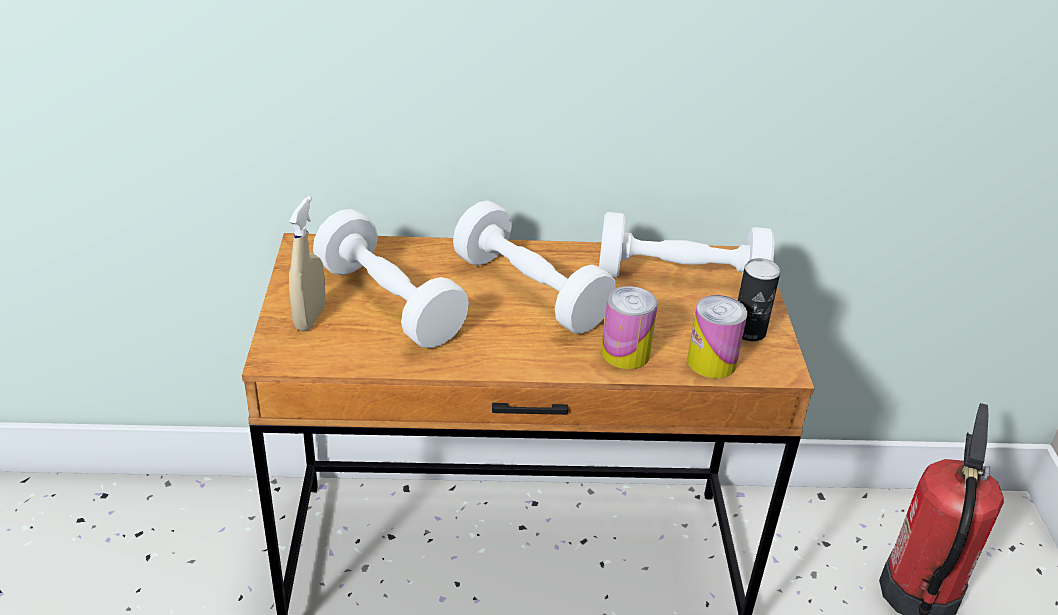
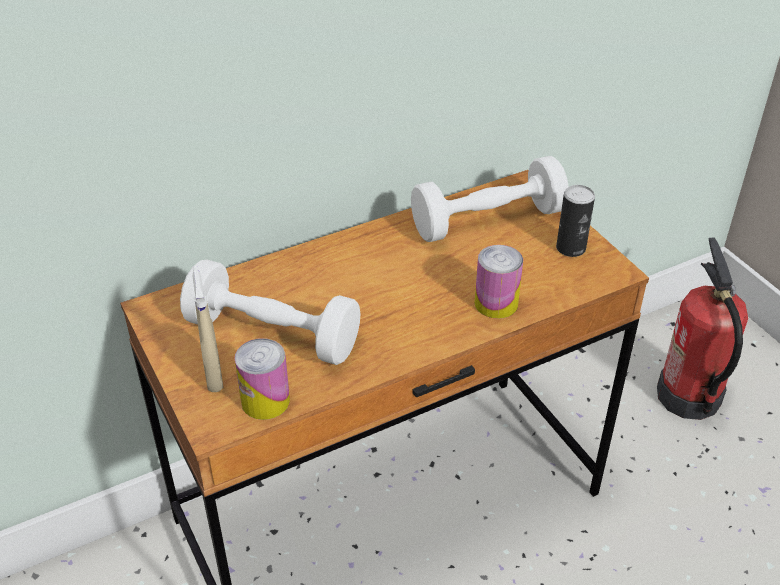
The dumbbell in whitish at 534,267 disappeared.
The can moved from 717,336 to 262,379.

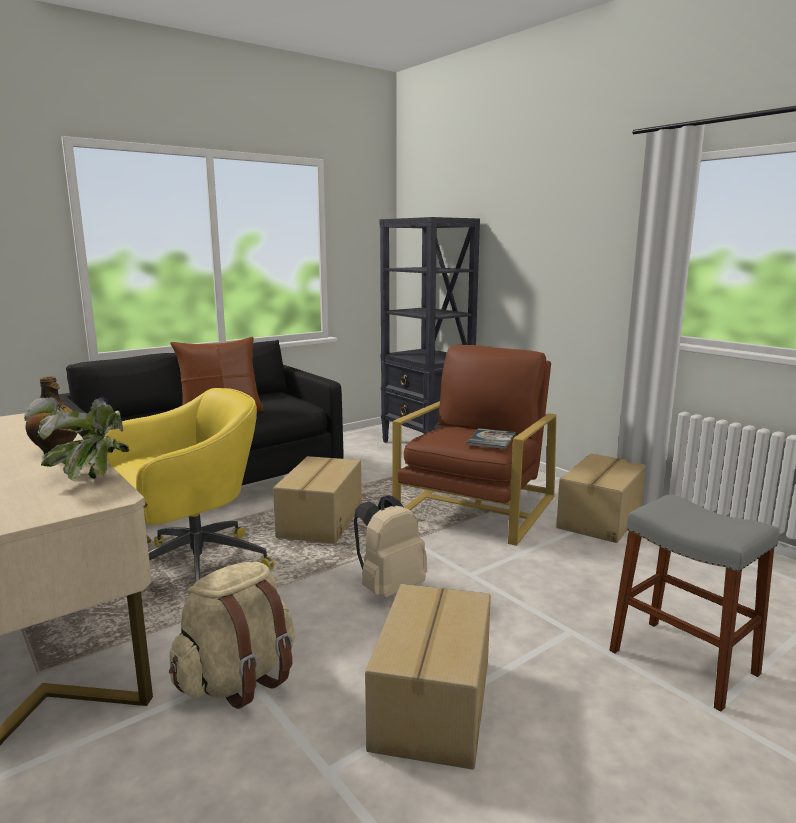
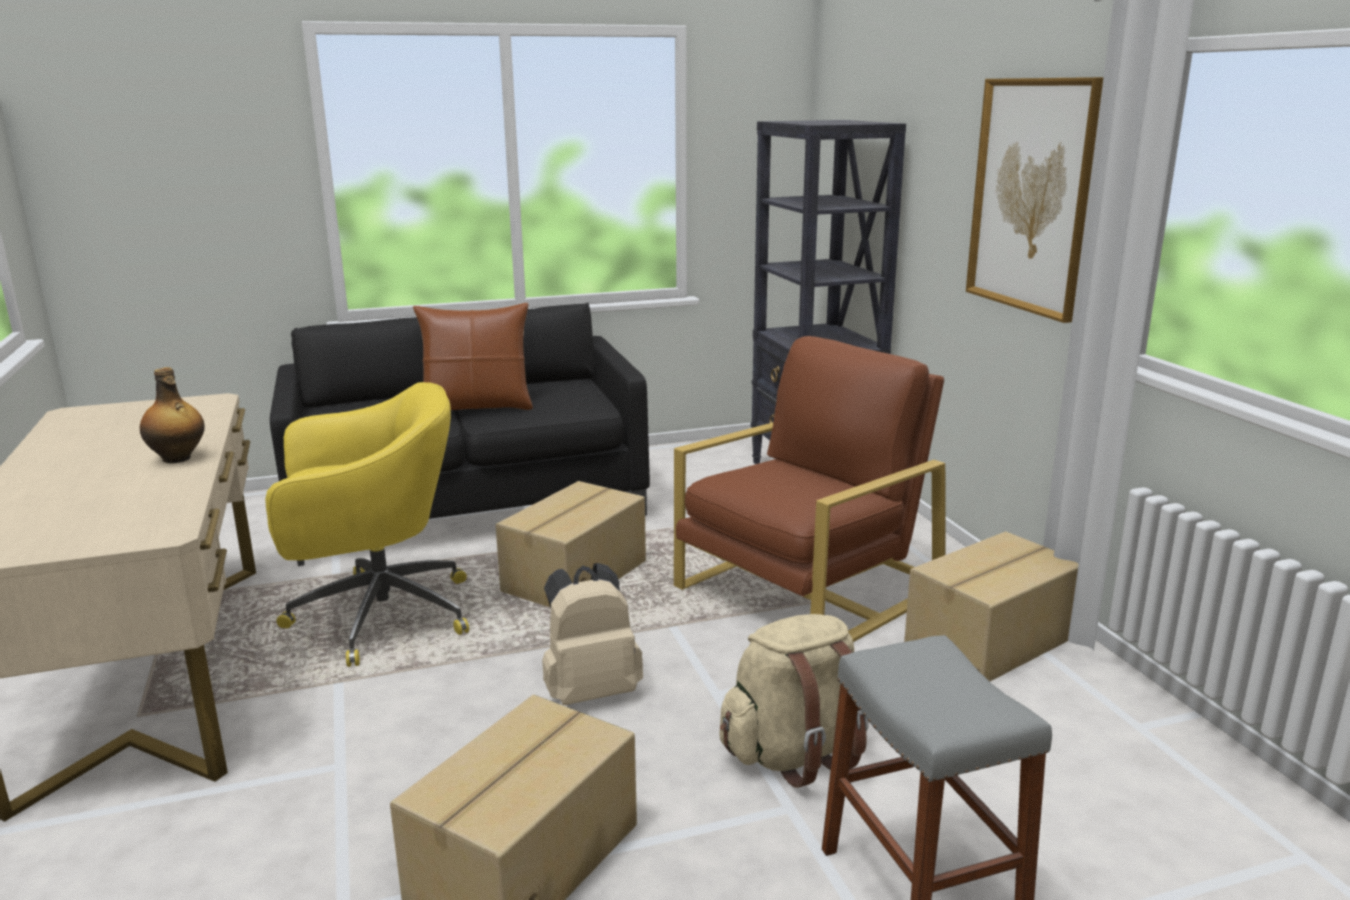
The potted plant at 76,439 disappeared.
The book at 491,438 disappeared.
The knapsack in beige moved from 232,635 to 794,701.
The wall art at 1035,200 appeared.

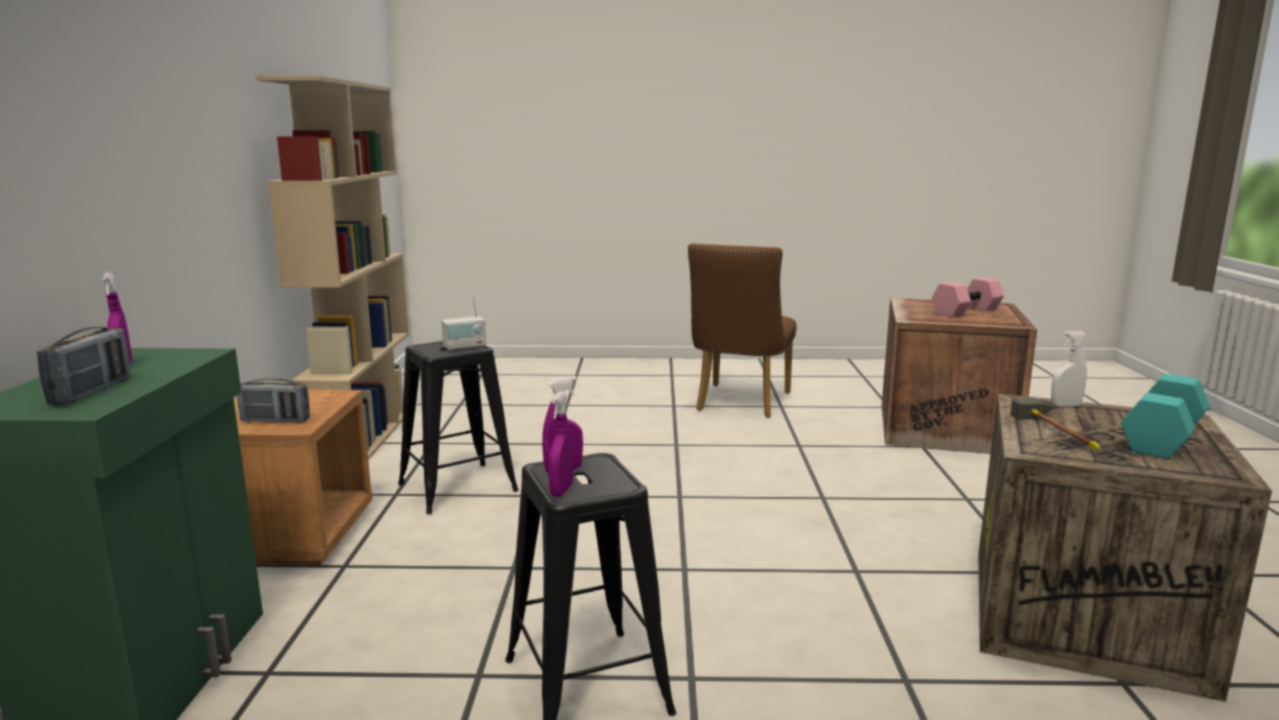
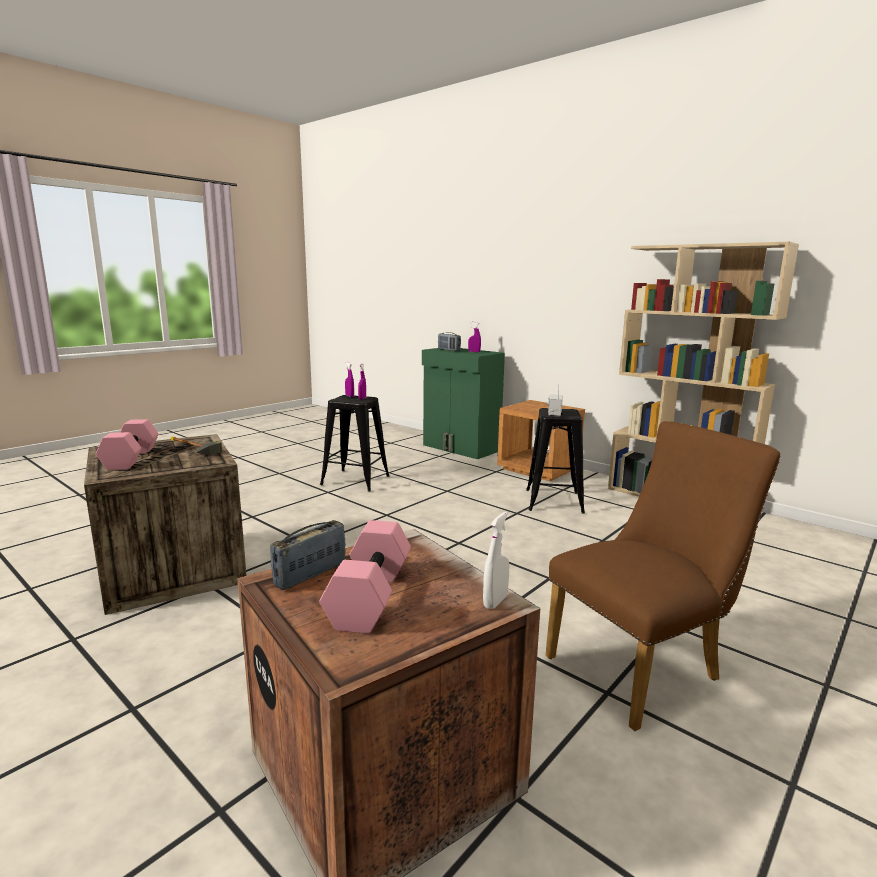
The plain chair in brown-coloured at 742,331 turned 90 degrees clockwise.
The sprayer in whitish moved from 1069,369 to 496,560.
The dumbbell in turquoise at 1165,416 became the dumbbell in pink-coloured at 127,444.
The radio set moved from 273,401 to 308,555.

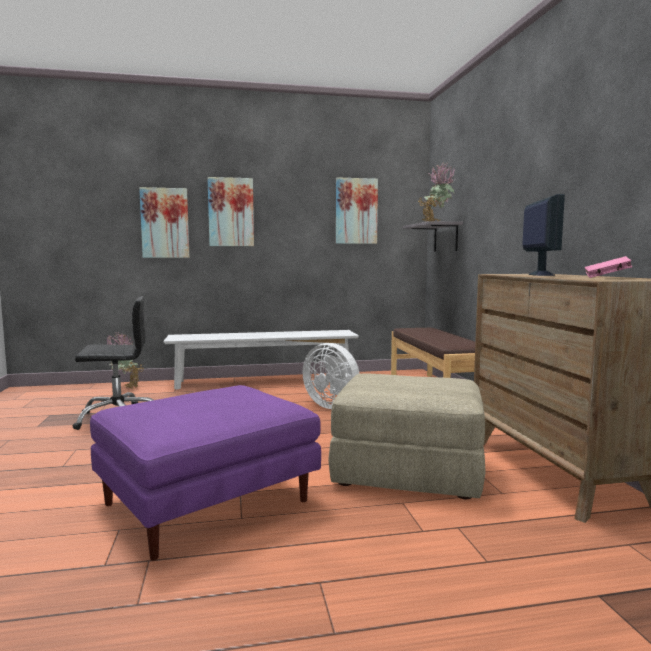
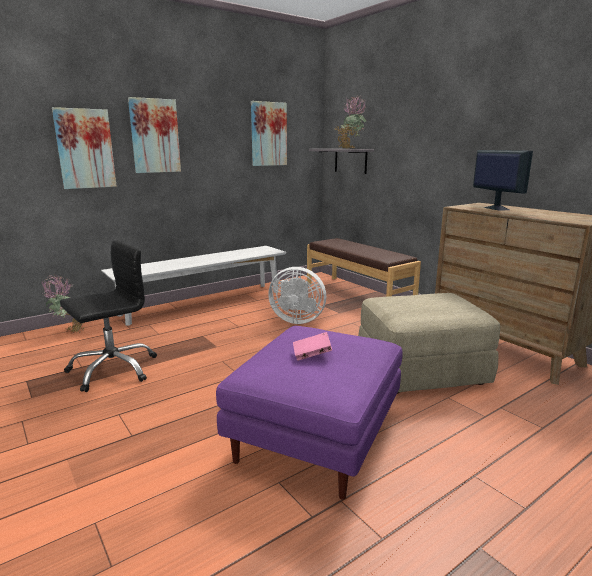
The book in pink-coloured moved from 609,267 to 312,346.

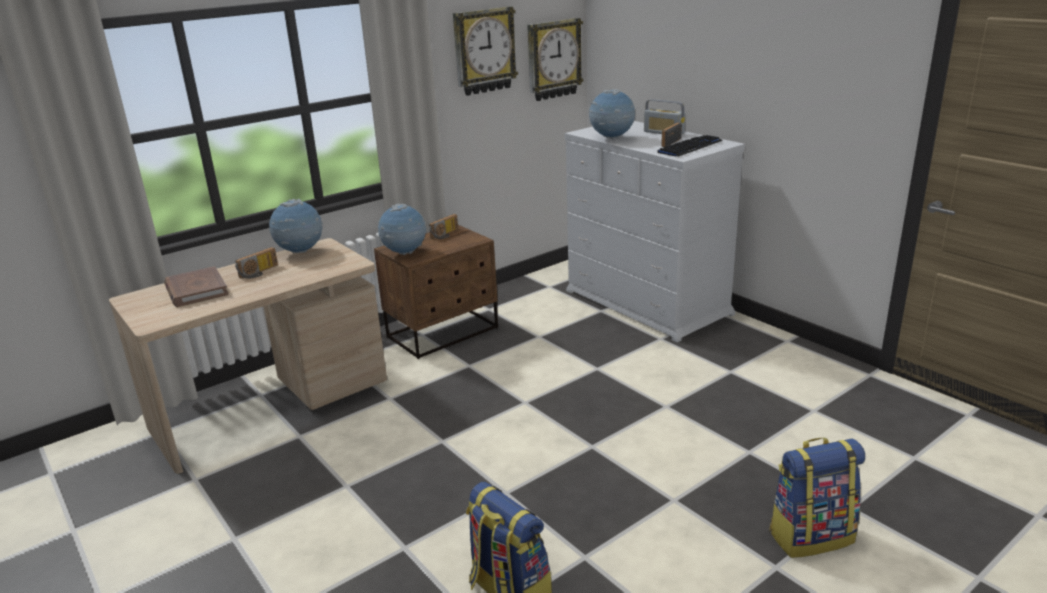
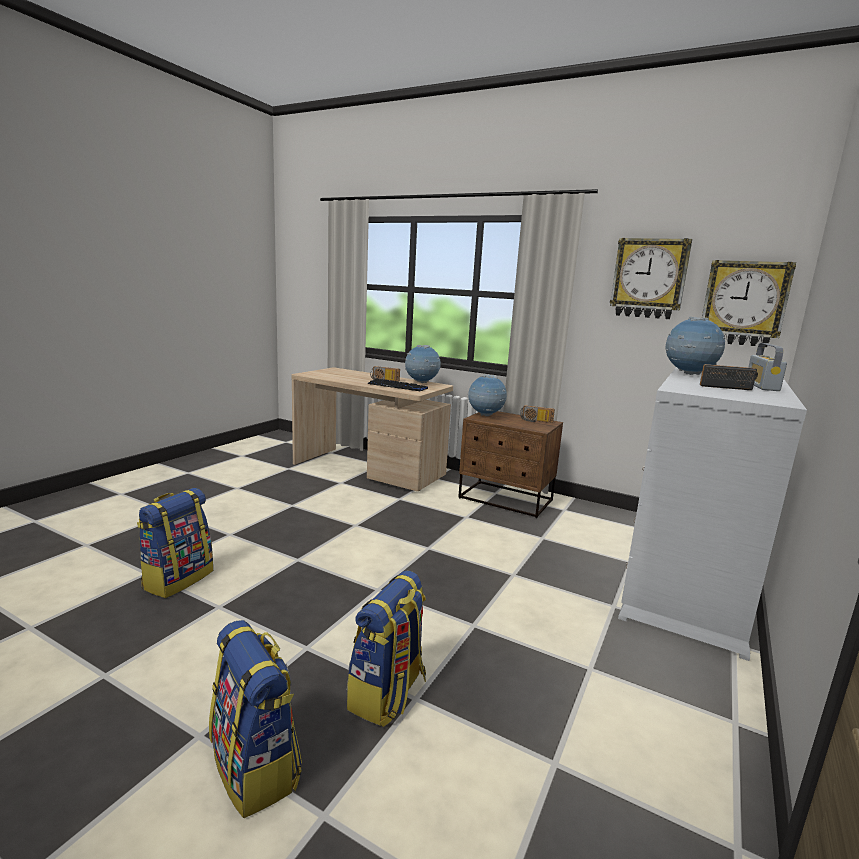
The keyboard moved from 690,146 to 397,385.
The book in brown-coloured at 196,286 disappeared.
The knapsack at 386,648 appeared.

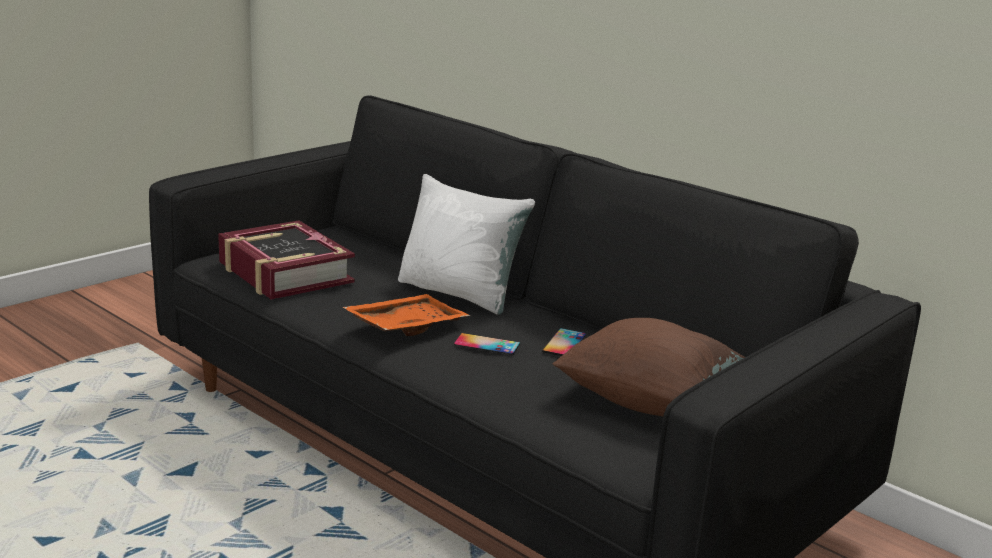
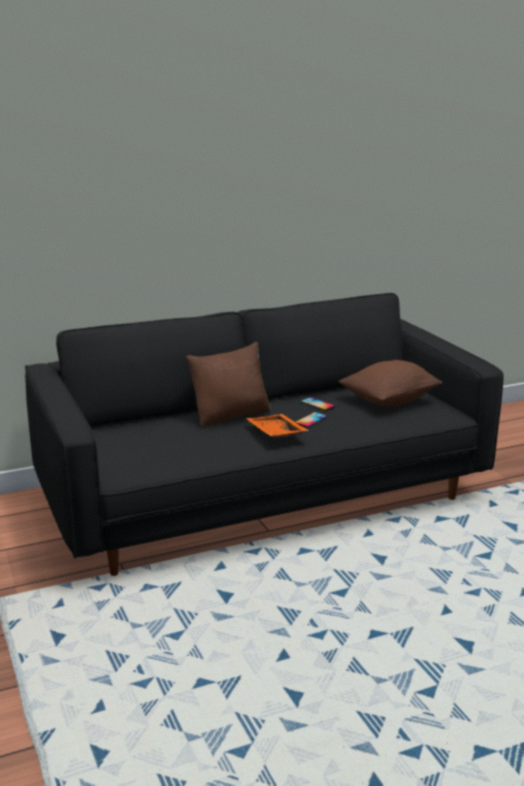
The pillow in whitish at 466,244 became the pillow in brown-coloured at 228,384.
The book at 286,259 disappeared.

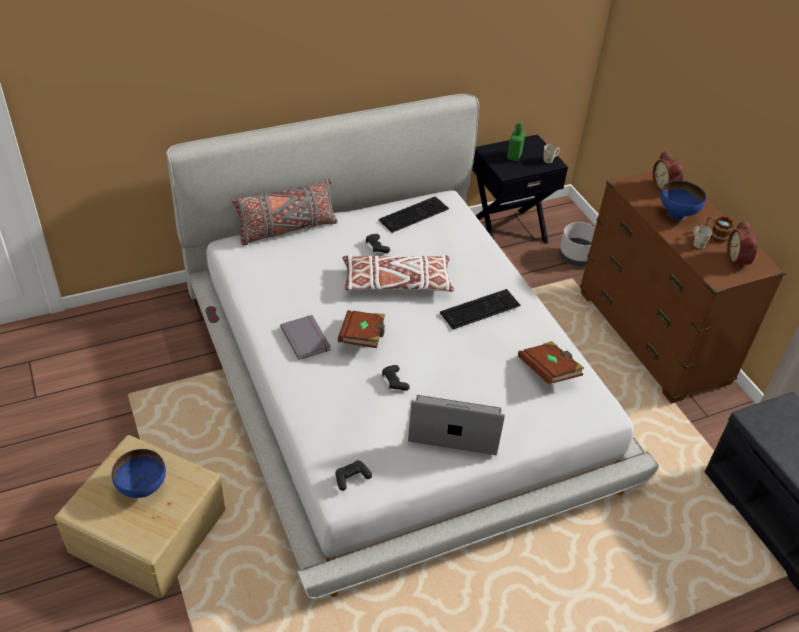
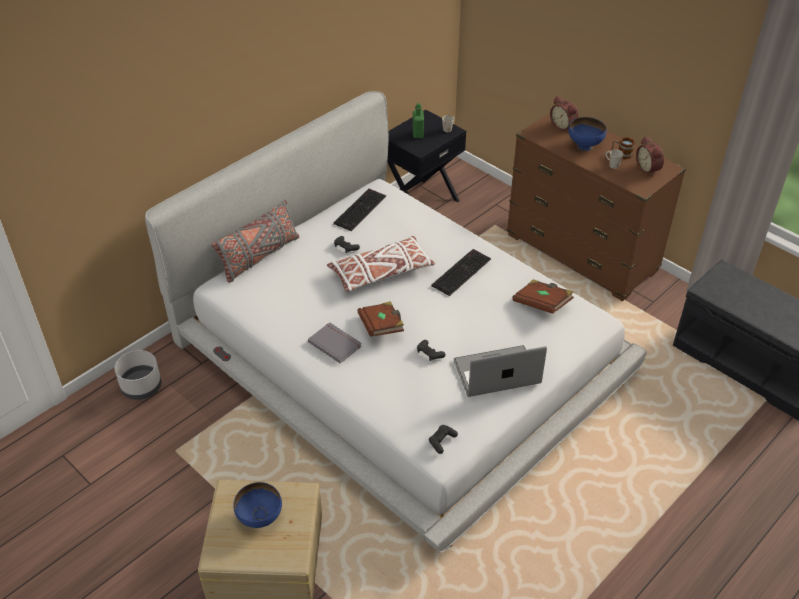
The planter in gray moved from 577,244 to 138,375.

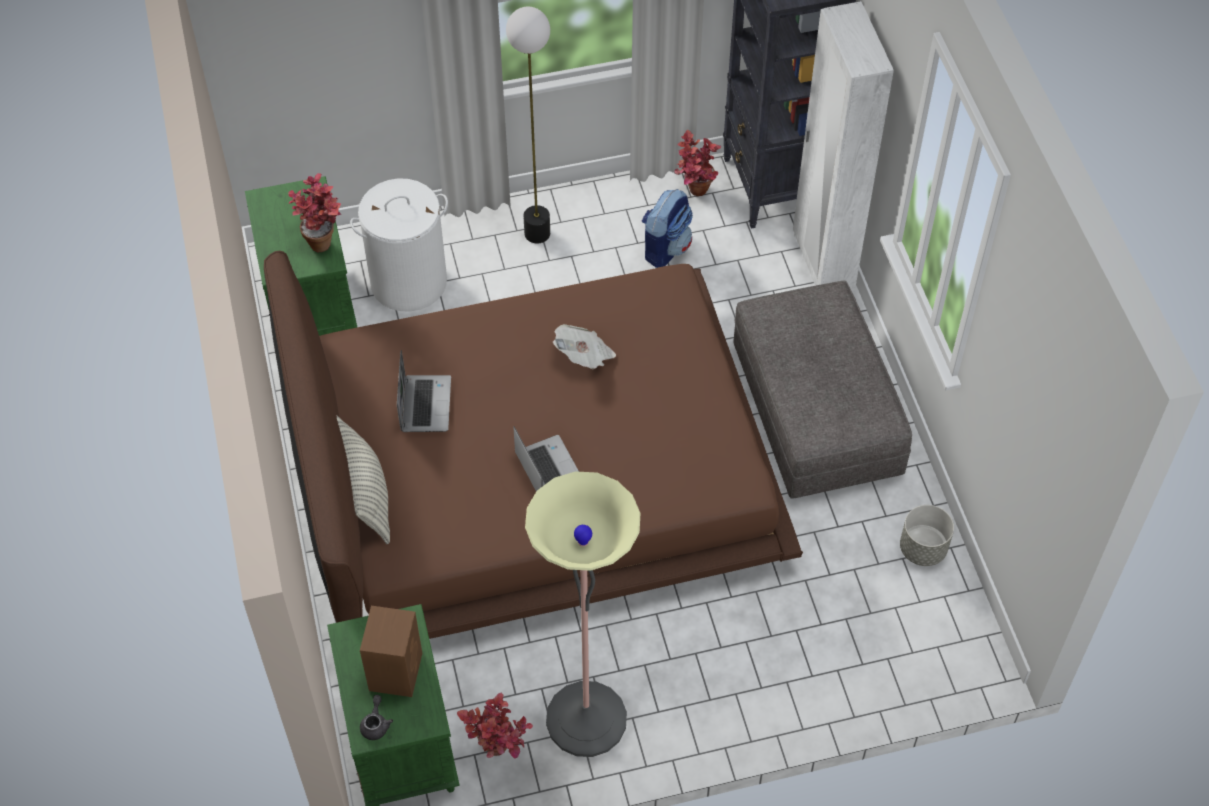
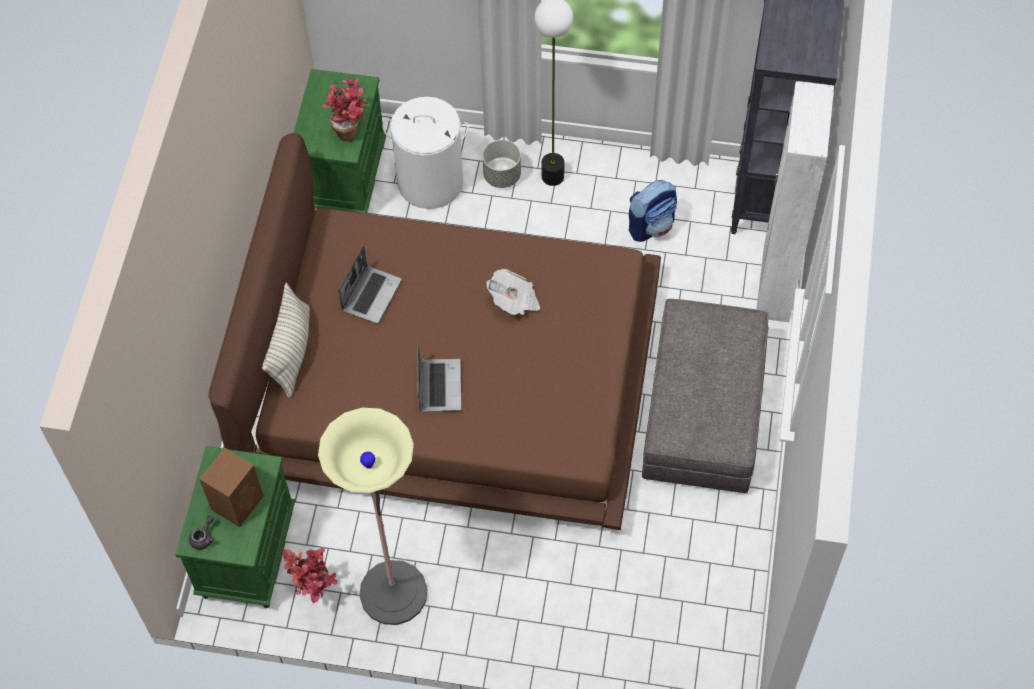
The potted plant at 698,163 disappeared.
The planter in gray moved from 927,535 to 502,164.

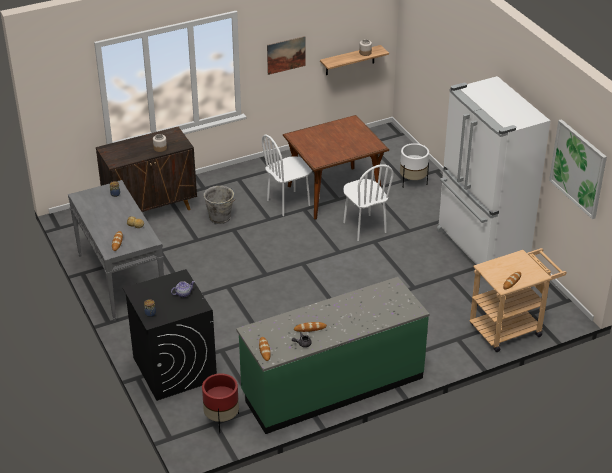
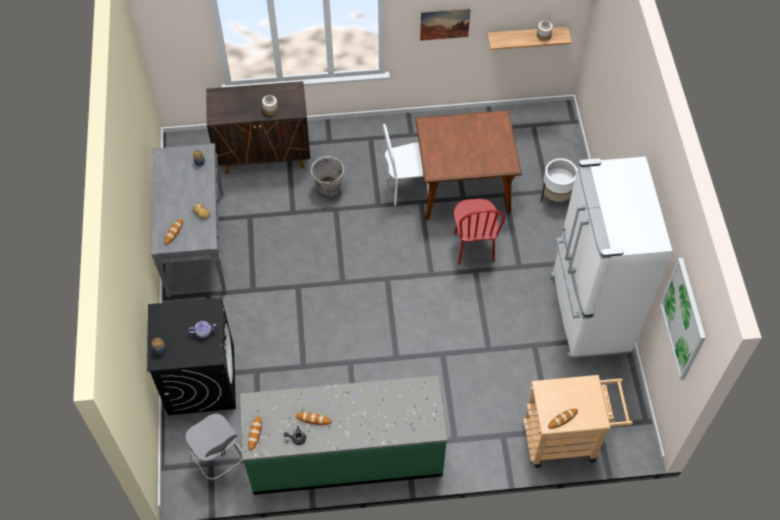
The plain chair in whitish at 368,202 became the plain chair in reddish at 479,232.
The planter in reddish at 220,403 was replaced by the stool seat in gray at 214,450.

